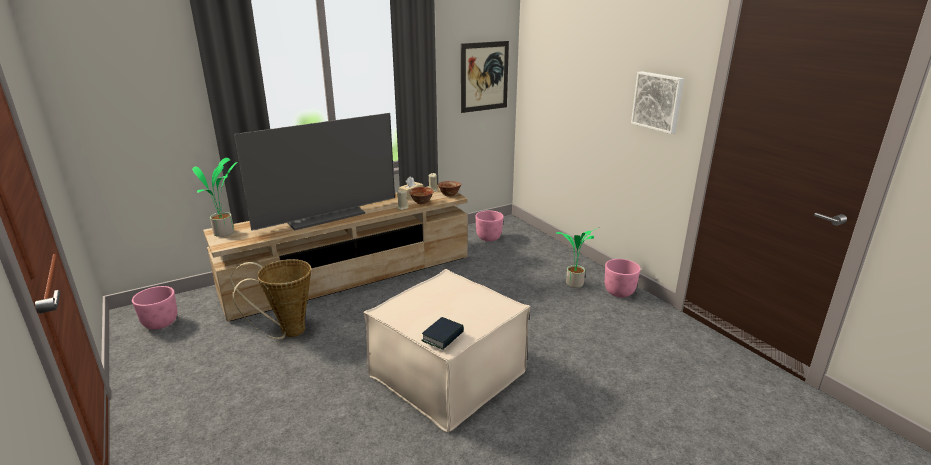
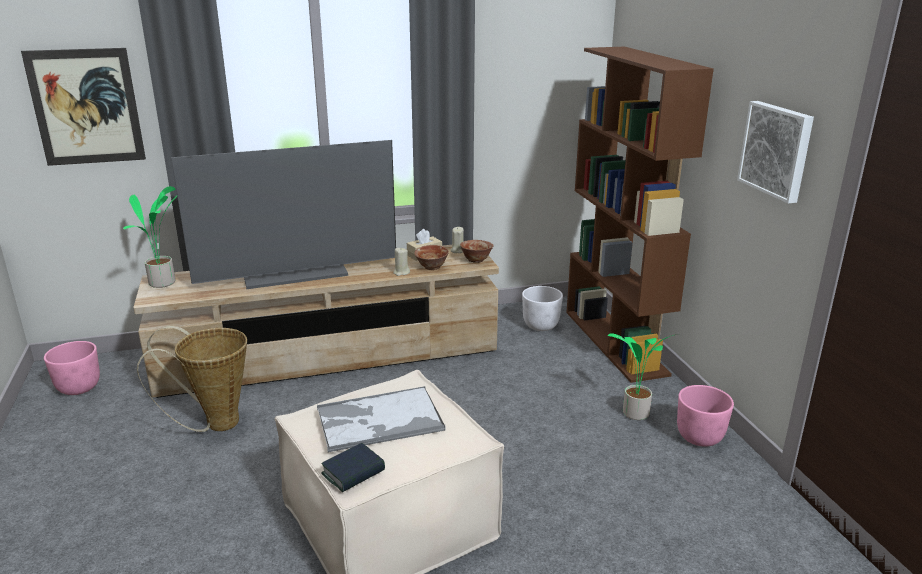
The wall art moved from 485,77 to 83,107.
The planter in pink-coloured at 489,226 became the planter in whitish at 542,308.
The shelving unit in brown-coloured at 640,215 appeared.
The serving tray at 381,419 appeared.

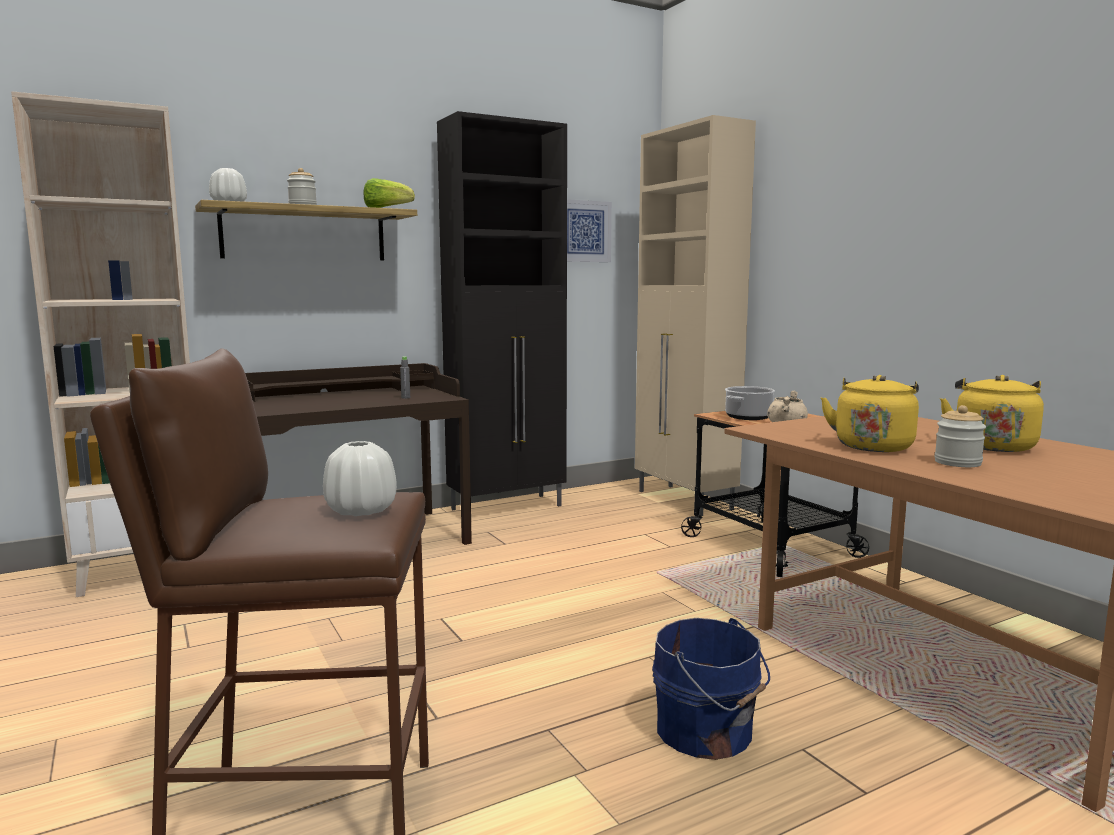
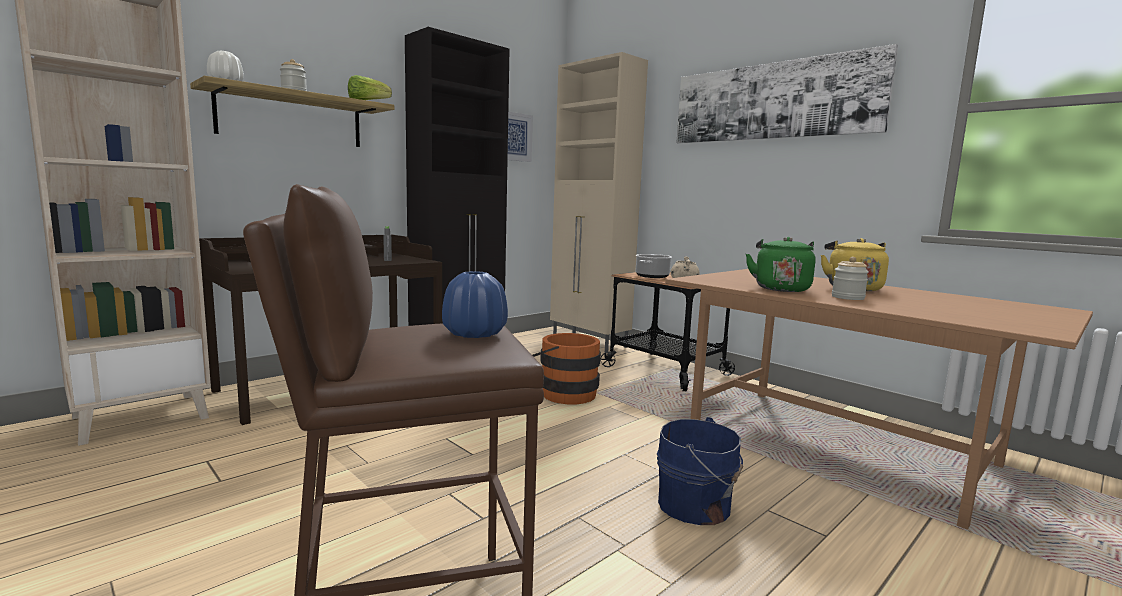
The water kettle in yellowish at 870,413 became the water kettle in green at 781,264.
The vase in whitish at 360,478 became the vase in blue at 475,304.
The wall art at 787,94 appeared.
The pail in orange at 566,368 appeared.

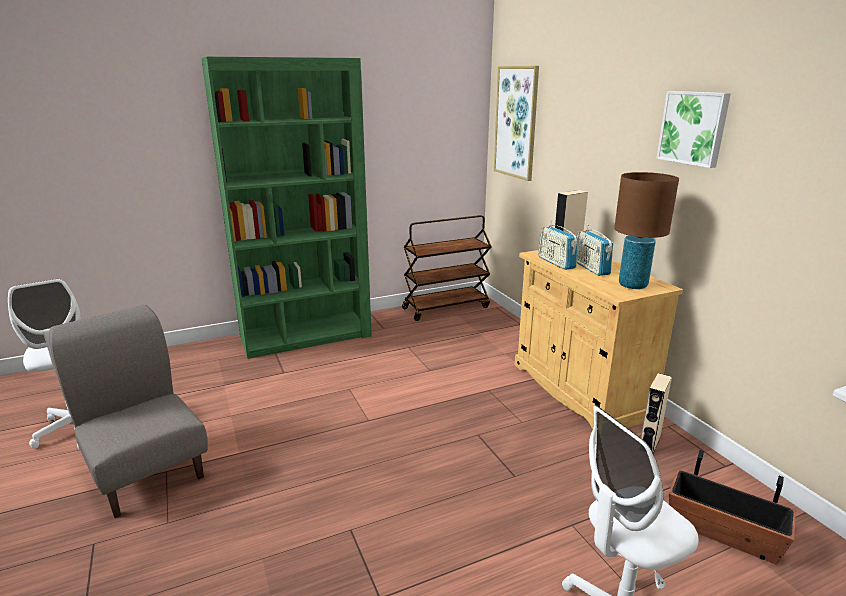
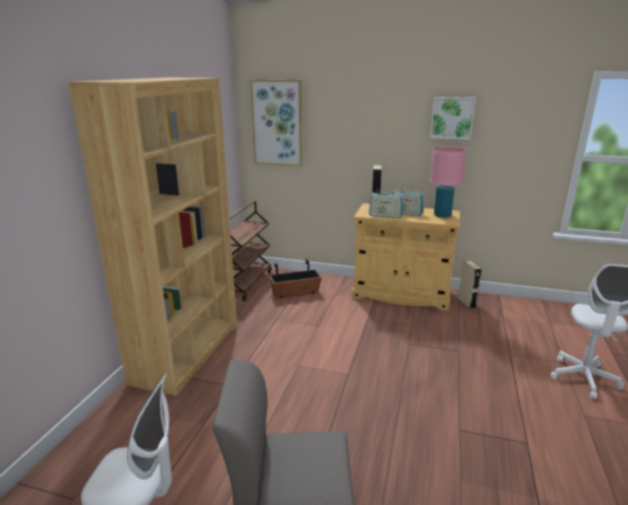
The shelving unit in green at 286,208 became the shelving unit in brown-coloured at 152,237.
The tabletop lamp in brown-coloured at 646,230 became the tabletop lamp in pink-coloured at 448,182.
The planter moved from 732,507 to 295,279.

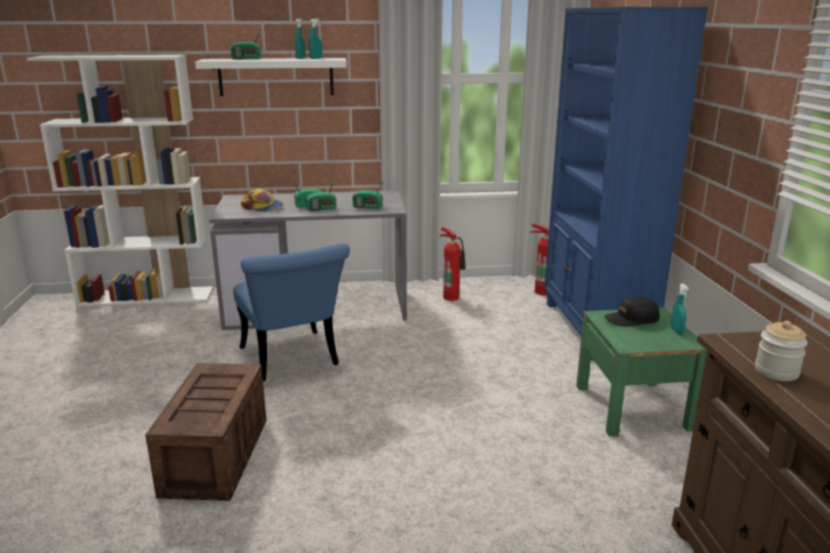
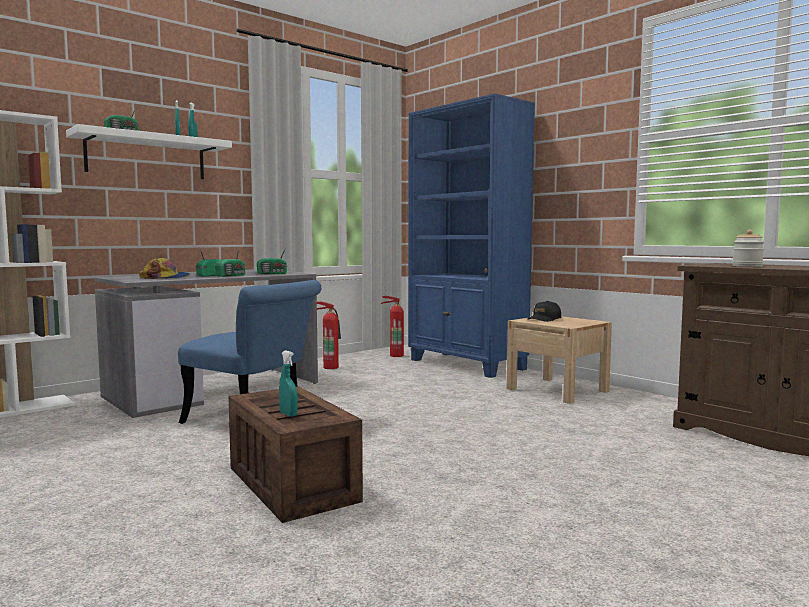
The sprayer in turquoise moved from 680,308 to 288,383.
The nightstand in green at 641,372 became the nightstand in beige at 559,360.

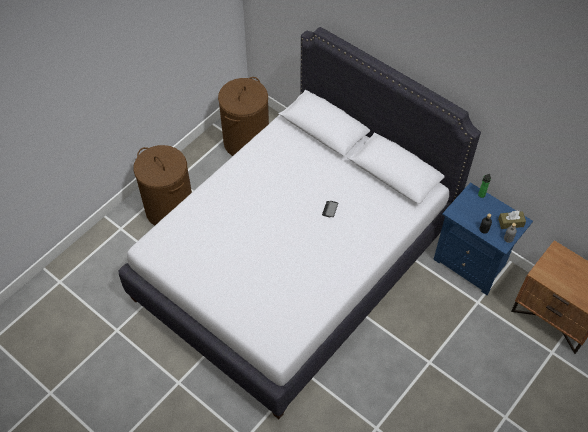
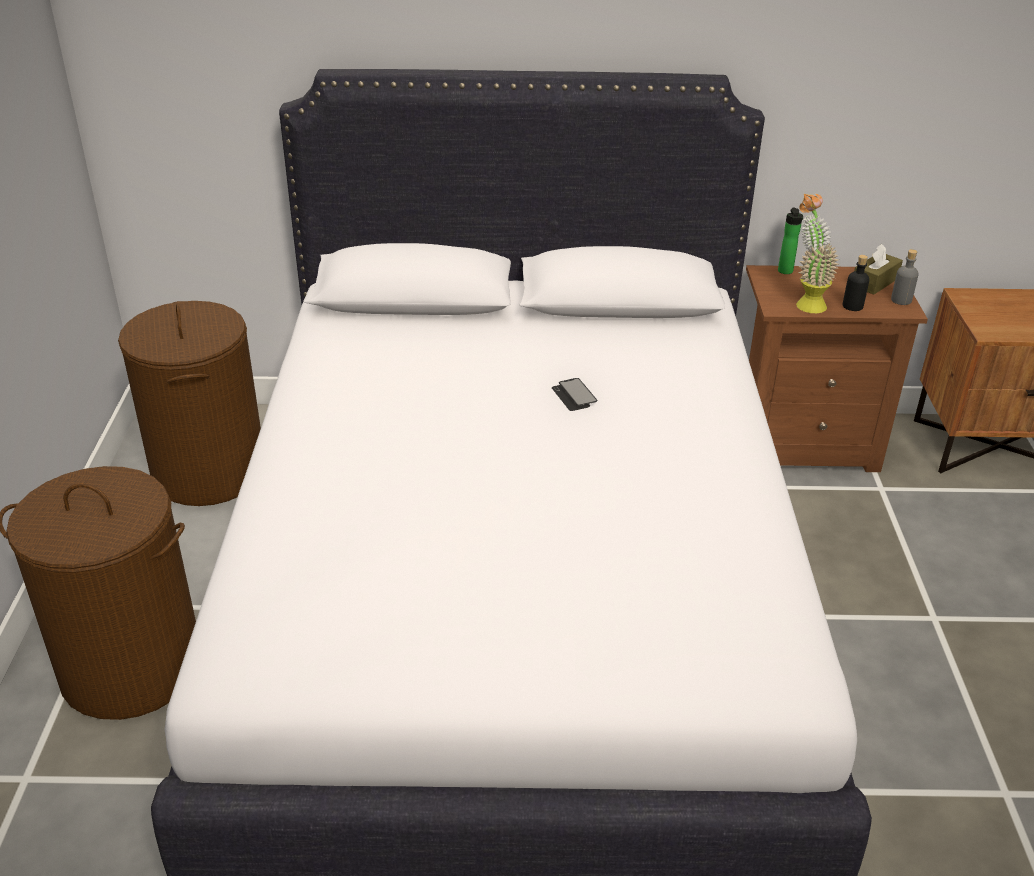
The nightstand in blue at 483,238 became the nightstand in brown-coloured at 837,368.
The potted plant at 817,253 appeared.

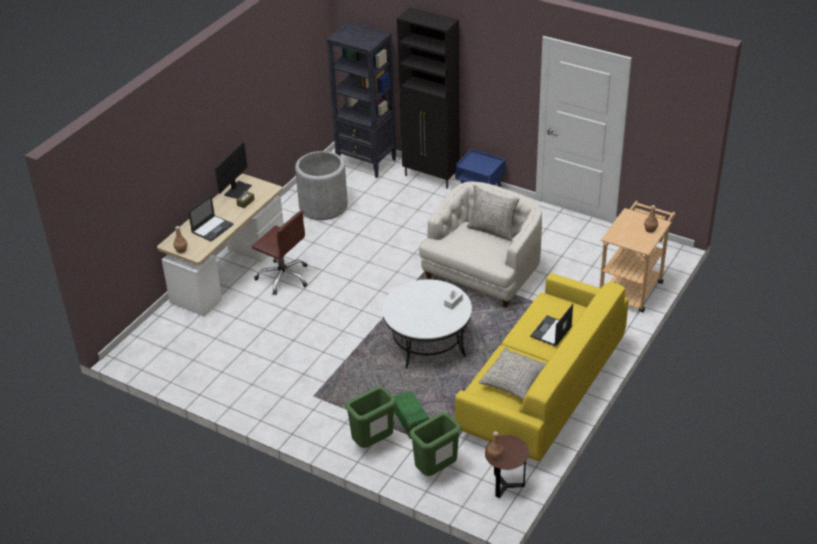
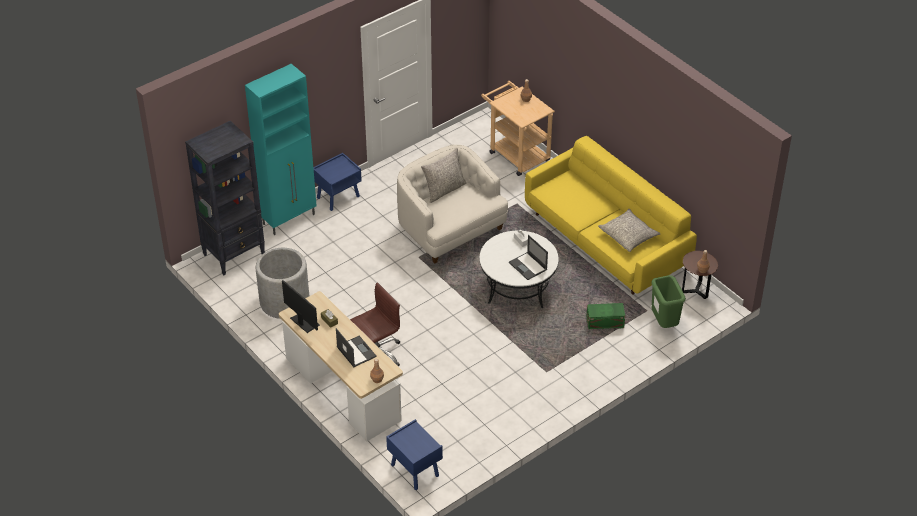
The storage cabinet in black at 428,98 became the storage cabinet in turquoise at 281,149.
The portable computer moved from 551,325 to 528,257.
The rubbish bin in green at 370,417 disappeared.
The nightstand in blue at 414,454 appeared.

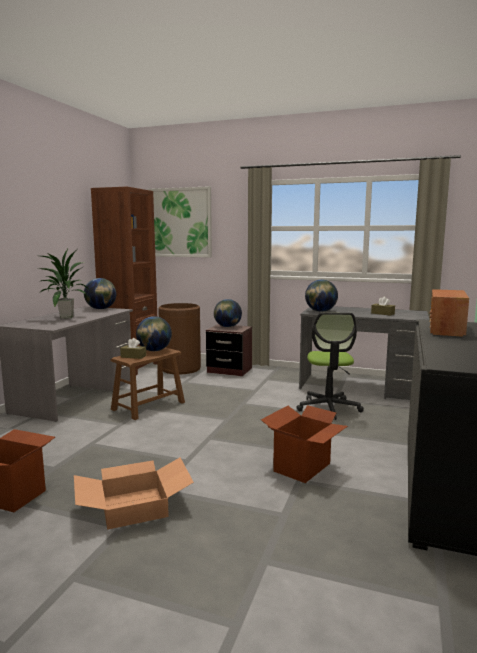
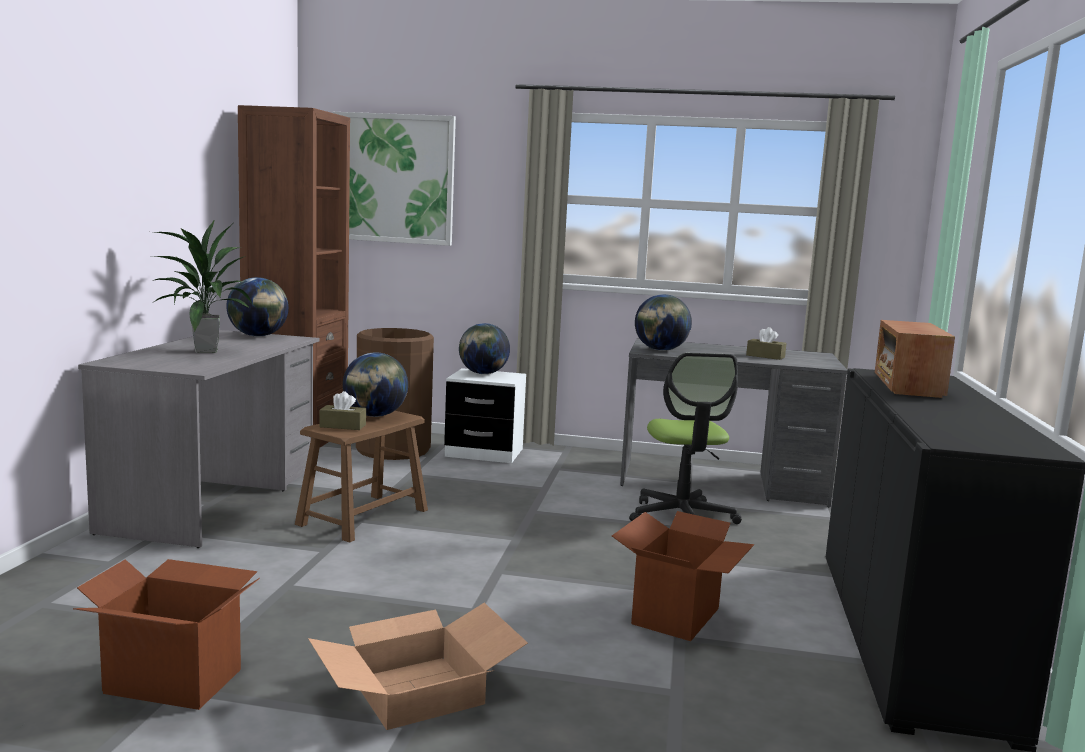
The nightstand in brown-coloured at 229,350 became the nightstand in whitish at 485,415.

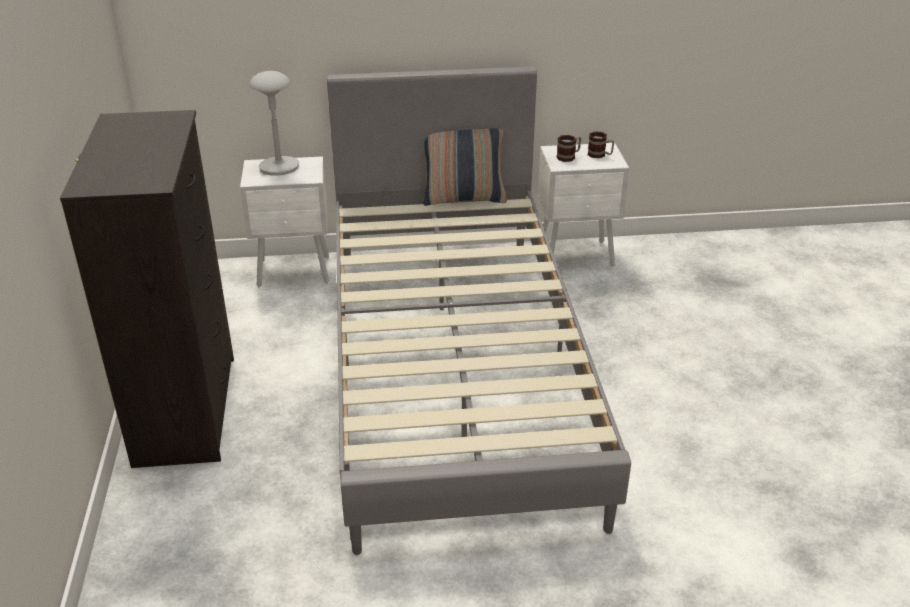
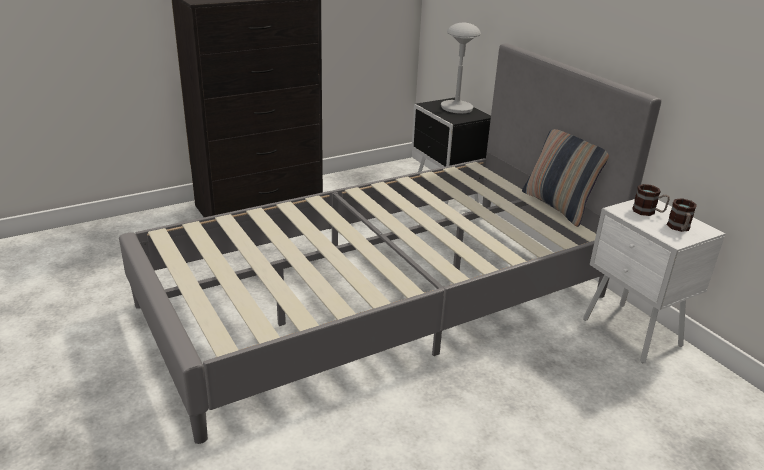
The nightstand in whitish at 284,221 became the nightstand in black at 451,151.

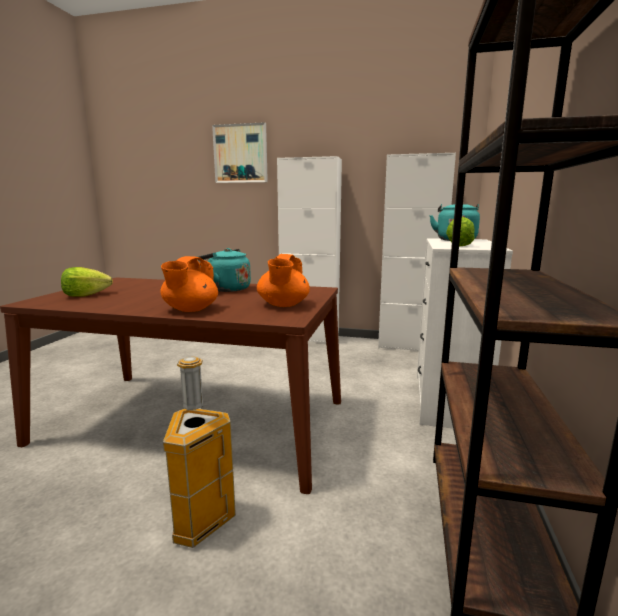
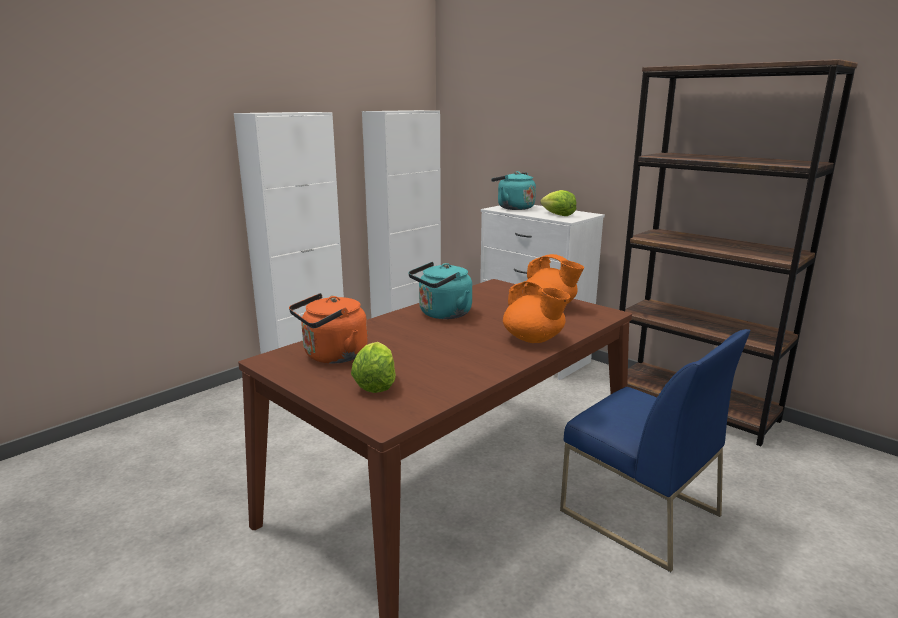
The wall art at 240,152 disappeared.
The rubbish bin at 199,452 was replaced by the plain chair in blue at 655,450.
The water kettle in orange at 328,328 appeared.

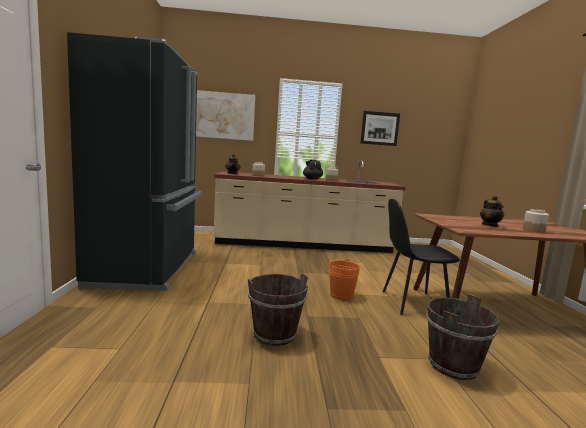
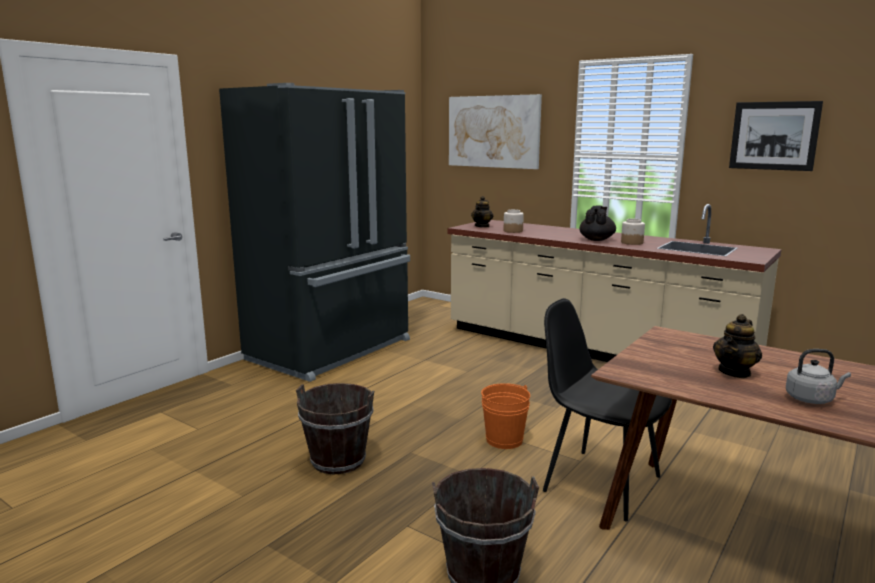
The preserve jar at 536,221 was replaced by the water kettle in gray at 818,376.

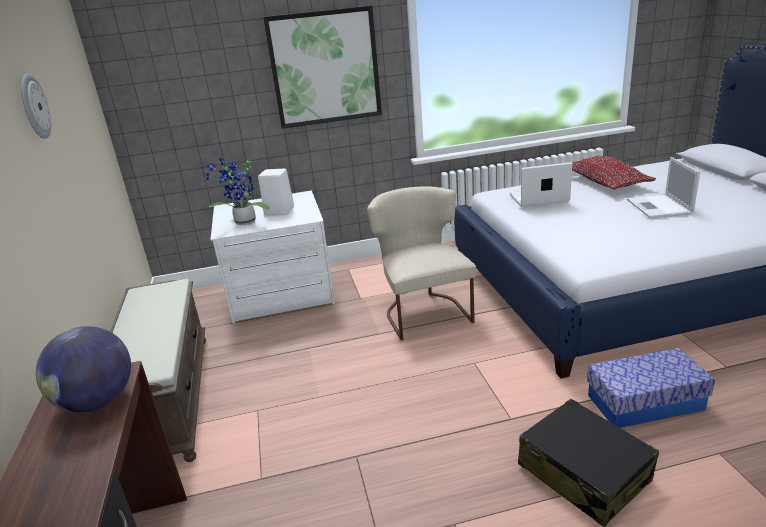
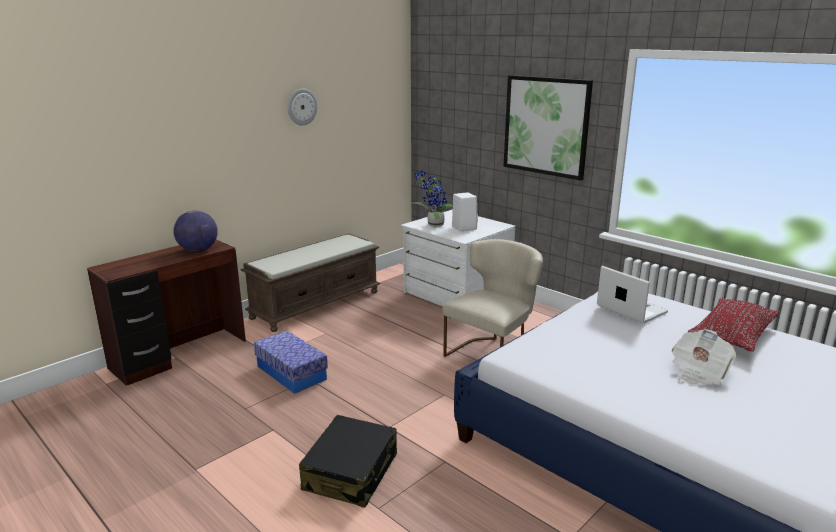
The portable computer at 663,188 was replaced by the daily paper at 704,357.
The storage box moved from 651,388 to 291,362.

